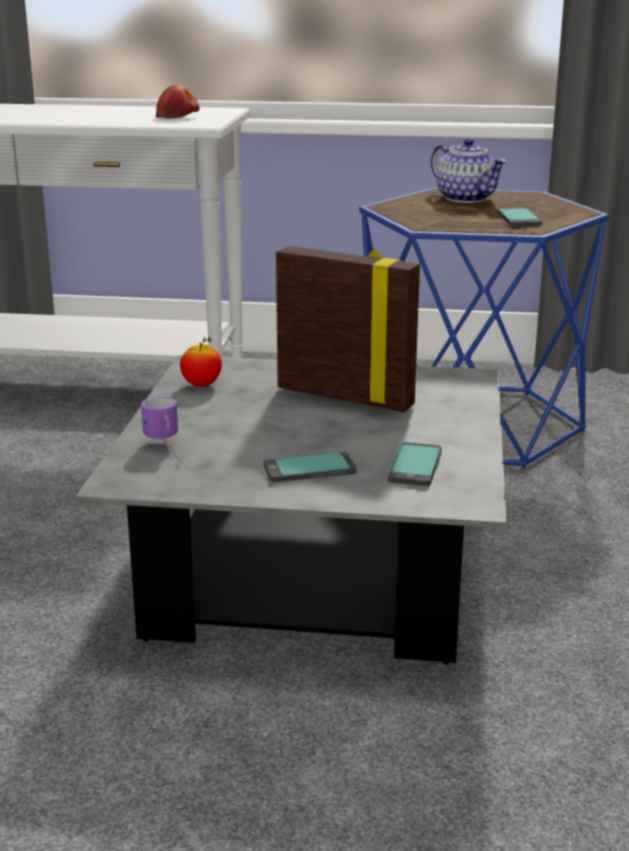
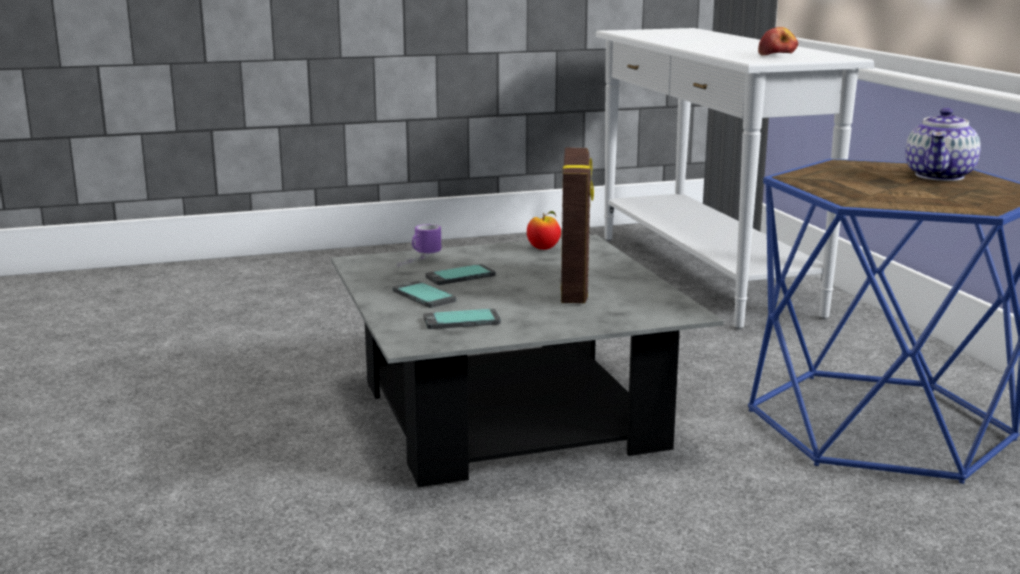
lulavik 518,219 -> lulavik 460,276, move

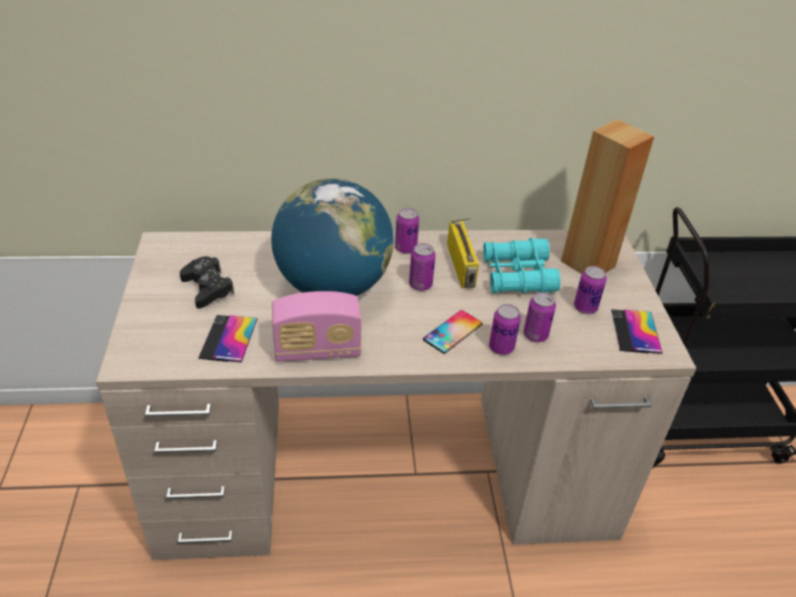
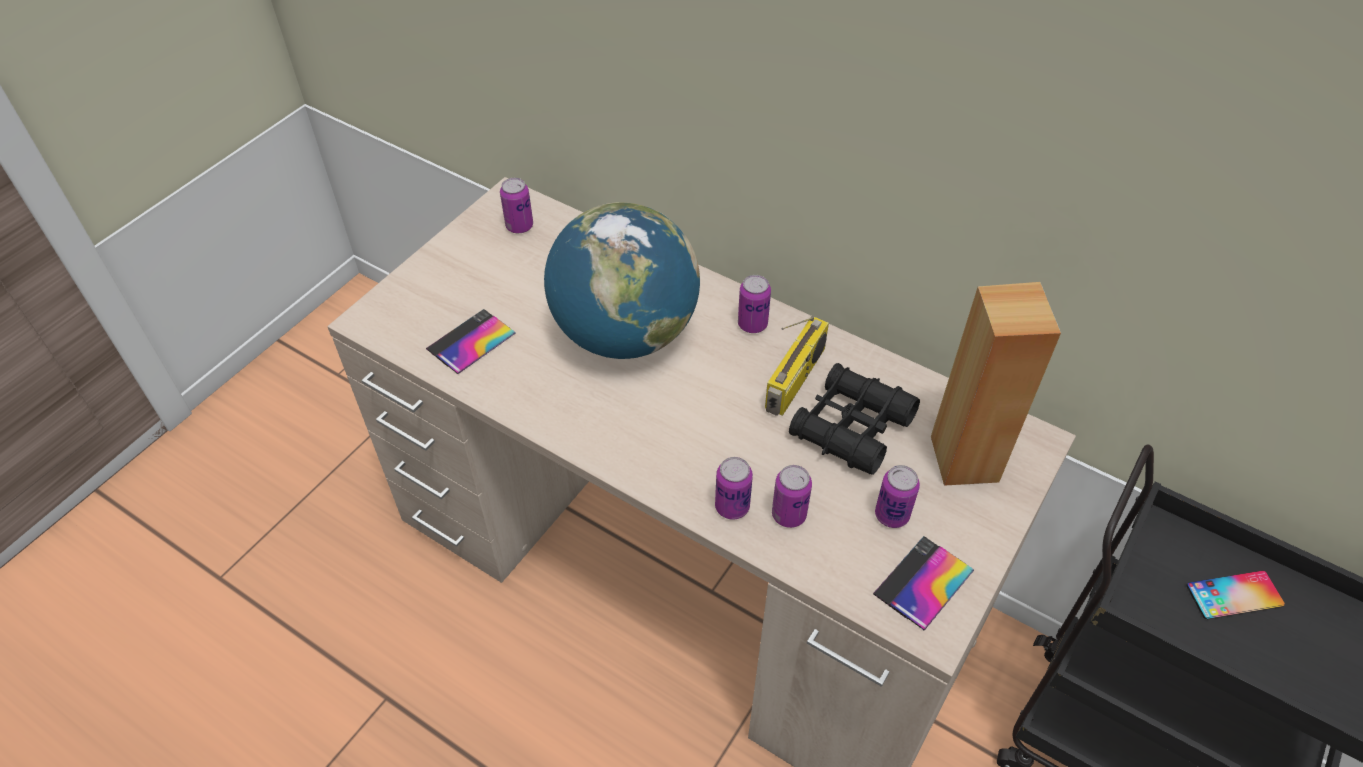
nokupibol 420,285 -> nokupibol 519,226, move
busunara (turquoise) 517,275 -> busunara (black) 851,427
lulavik 453,332 -> lulavik 1234,595, move
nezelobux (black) 207,288 -> none
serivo 317,350 -> none

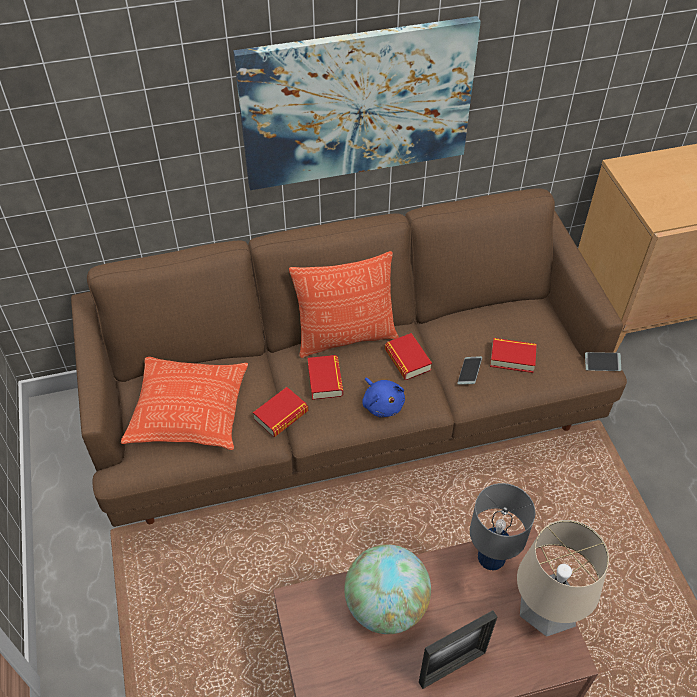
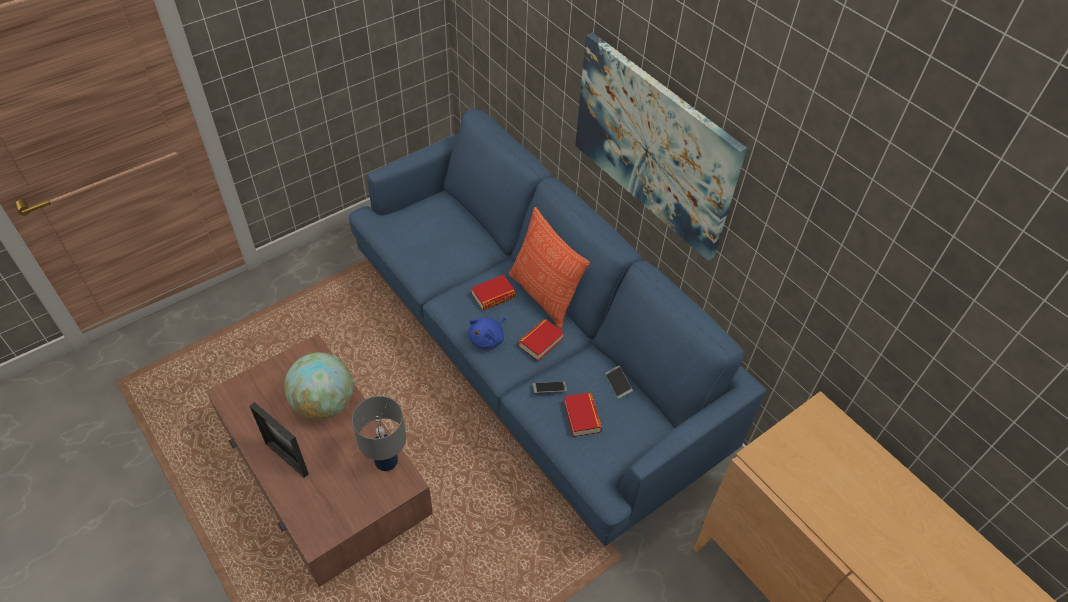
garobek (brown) 347,414 -> garobek (blue) 531,358
lulavik 602,364 -> lulavik 618,384, move
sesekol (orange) 190,413 -> none
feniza 281,415 -> none
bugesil 544,616 -> none

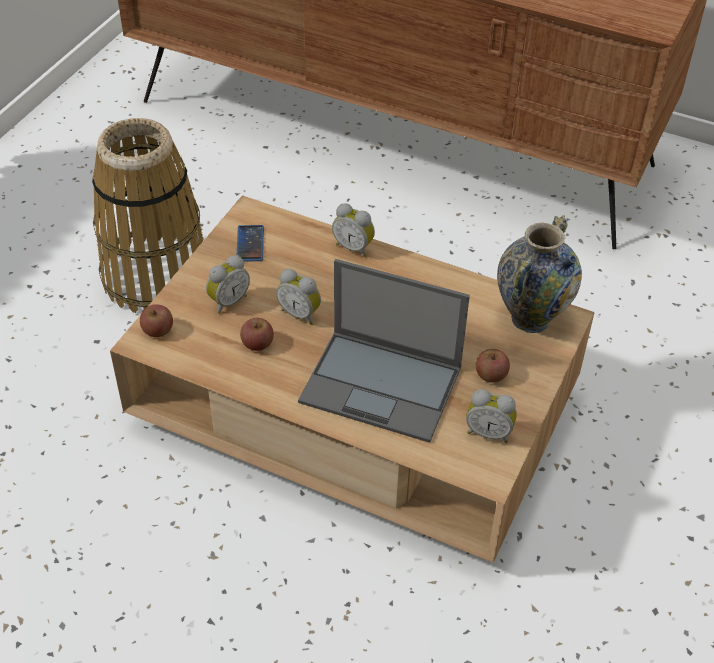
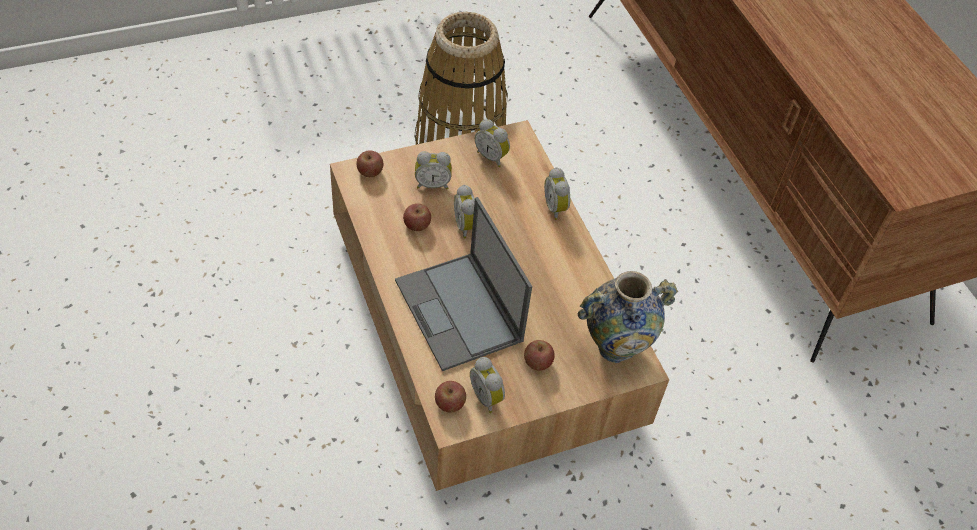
none -> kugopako 450,403
lulavik 250,244 -> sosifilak 492,156

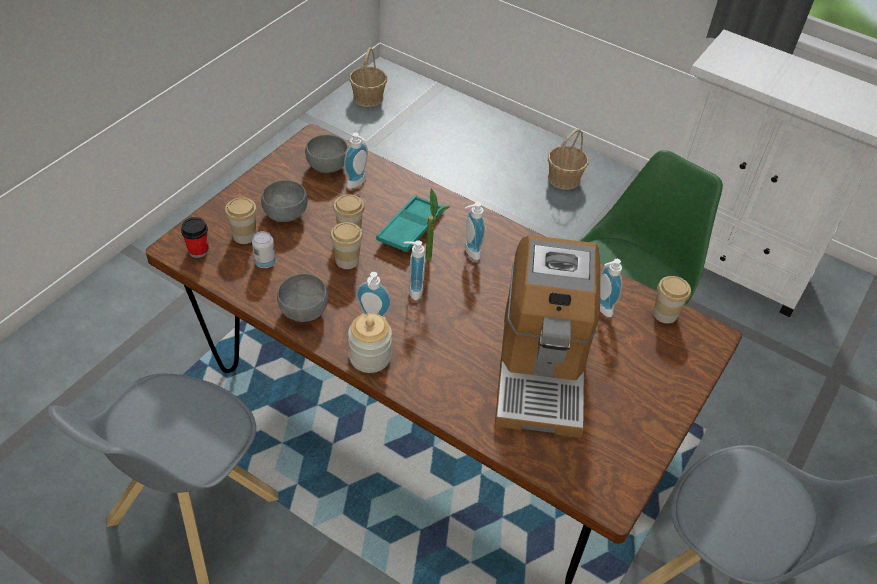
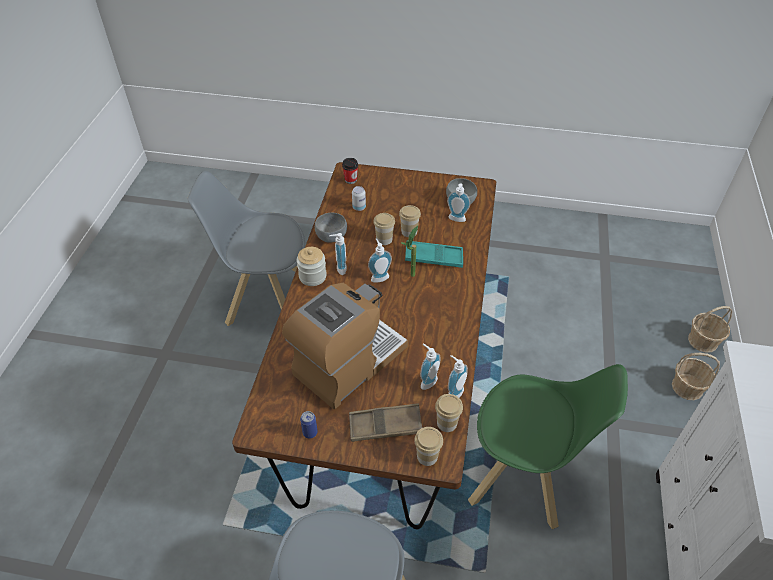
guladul 541,369 -> guladul 348,362, 150 degrees clockwise
none -> nokupibol 310,432
none -> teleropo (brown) 385,426
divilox 244,235 -> divilox 427,456, move
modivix 469,252 -> modivix 453,392, move
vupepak 368,97 -> vupepak 703,341, move
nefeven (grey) 285,214 -> none

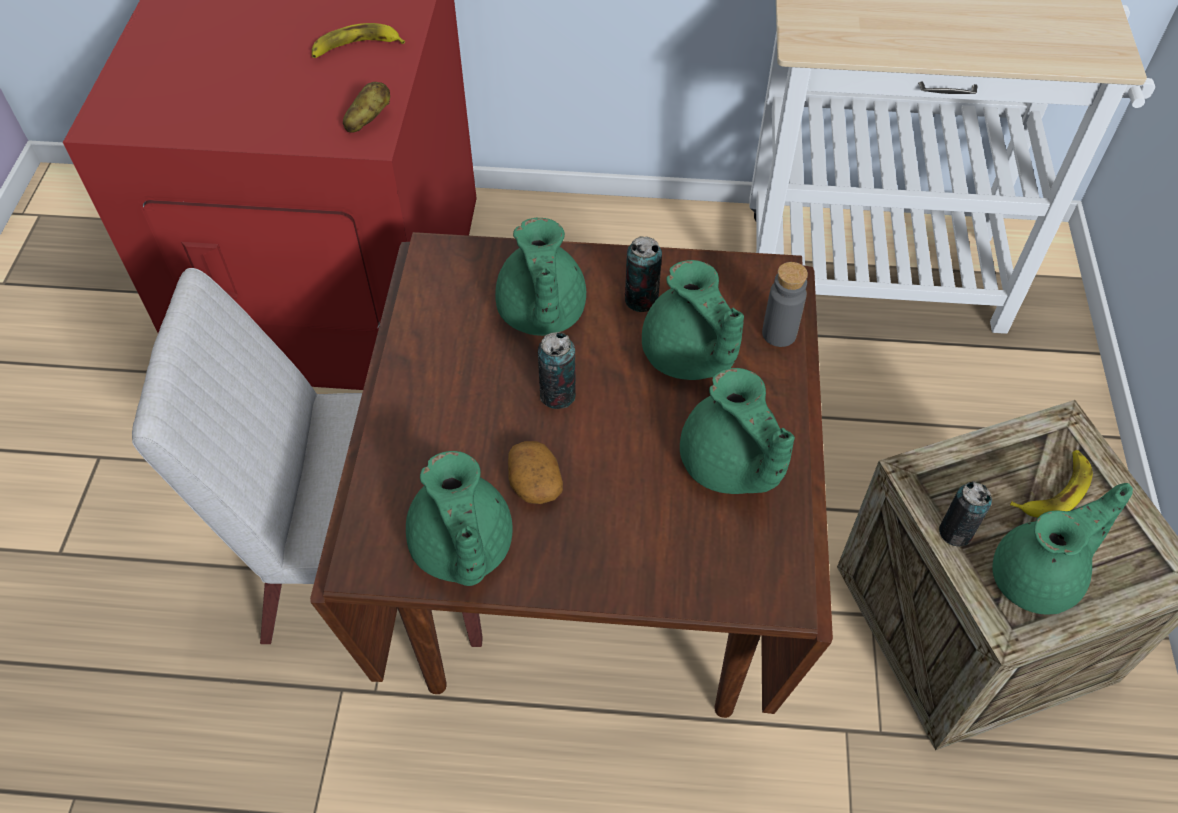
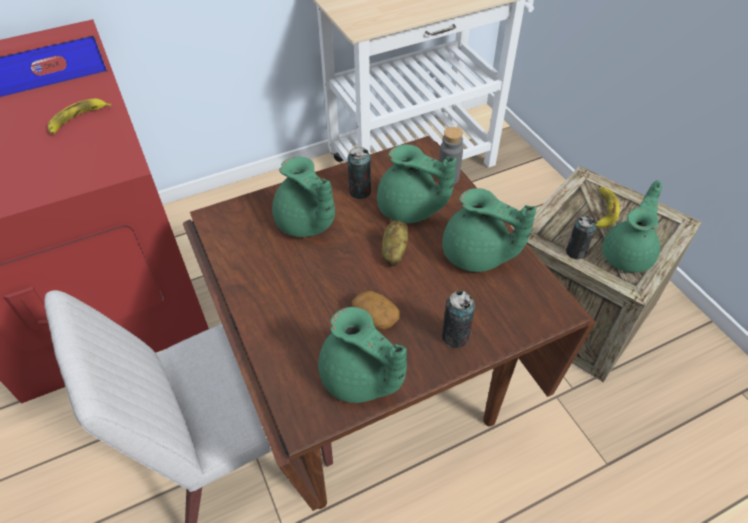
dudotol 368,120 -> dudotol 394,251, move
nokupibol 557,395 -> nokupibol 455,337, move

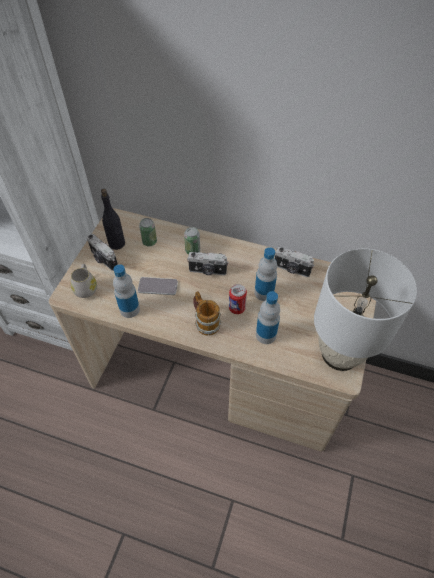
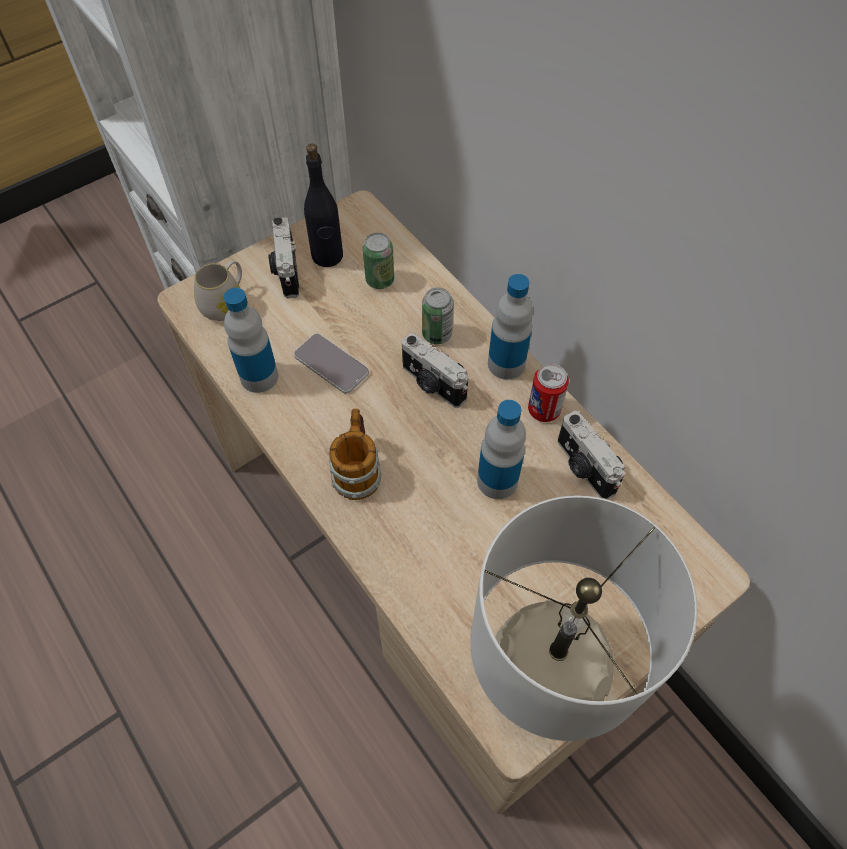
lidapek 266,335 -> lidapek 506,364, move
nokupibol 237,308 -> nokupibol 544,410, move

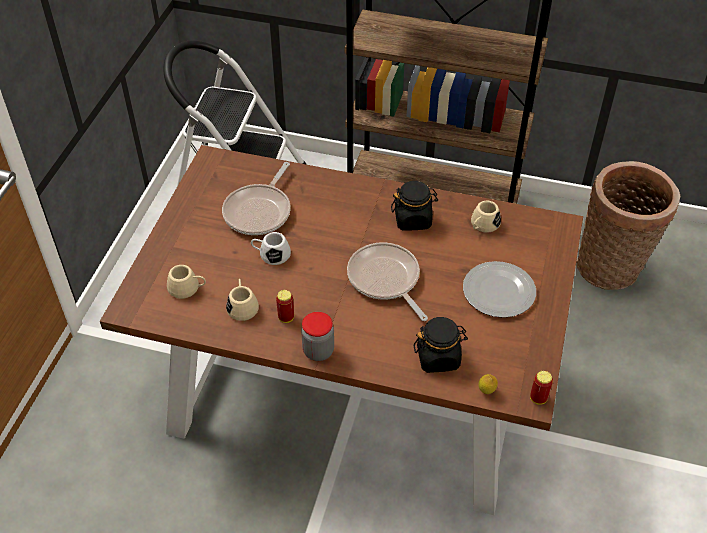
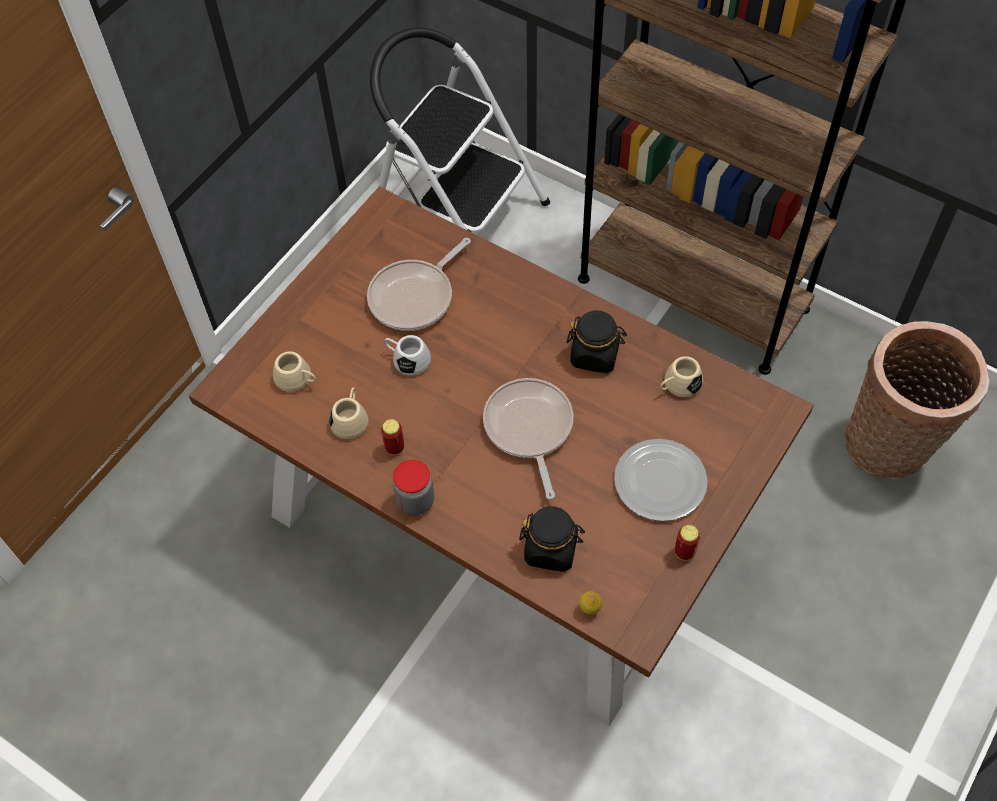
nokupibol 538,398 -> nokupibol 684,552, move

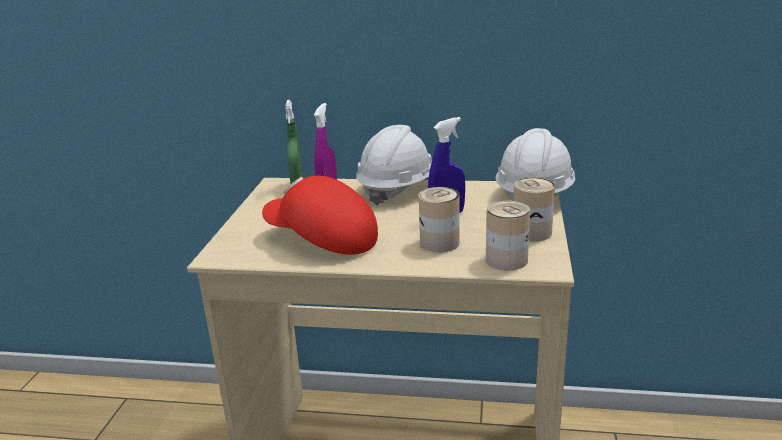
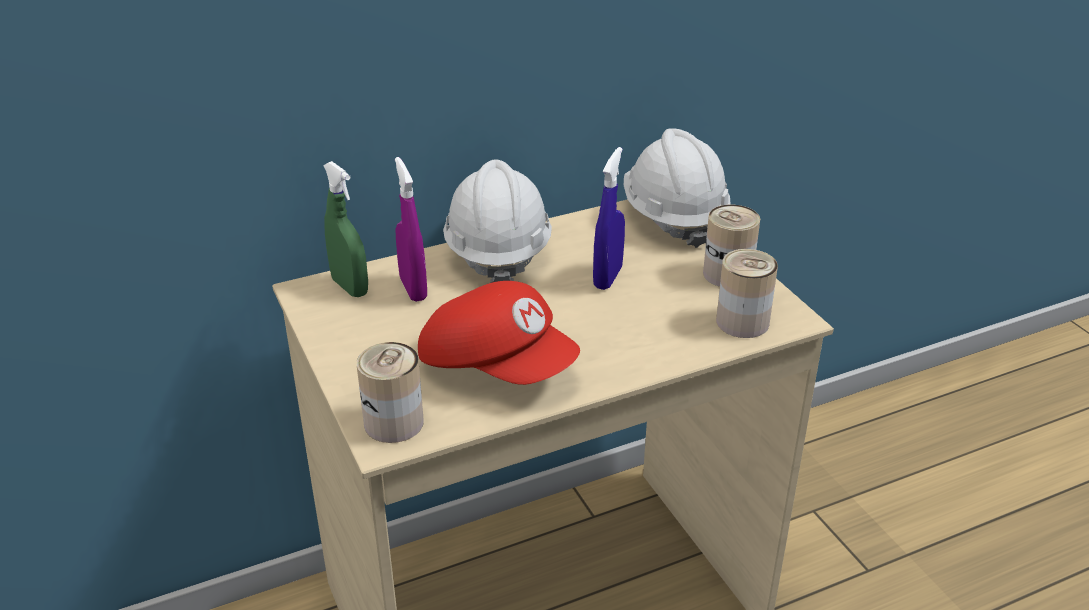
nokupibol 439,243 -> nokupibol 393,422, move
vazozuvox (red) 322,240 -> vazozuvox (red) 498,365, 135 degrees counterclockwise

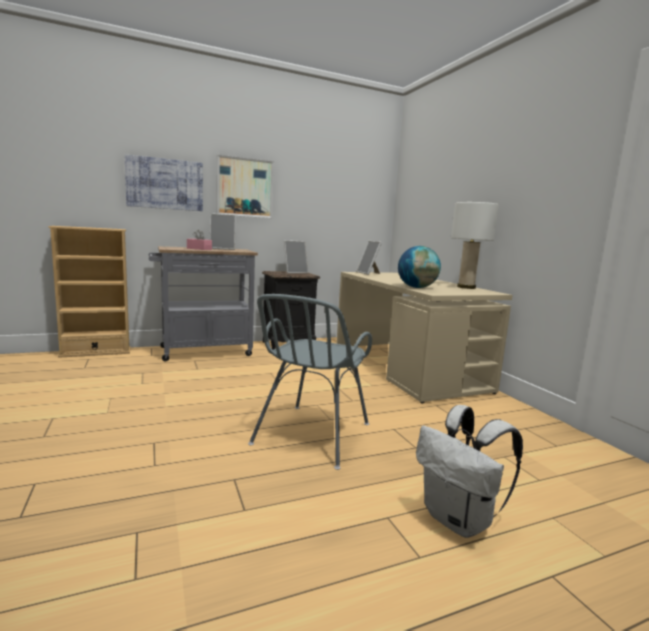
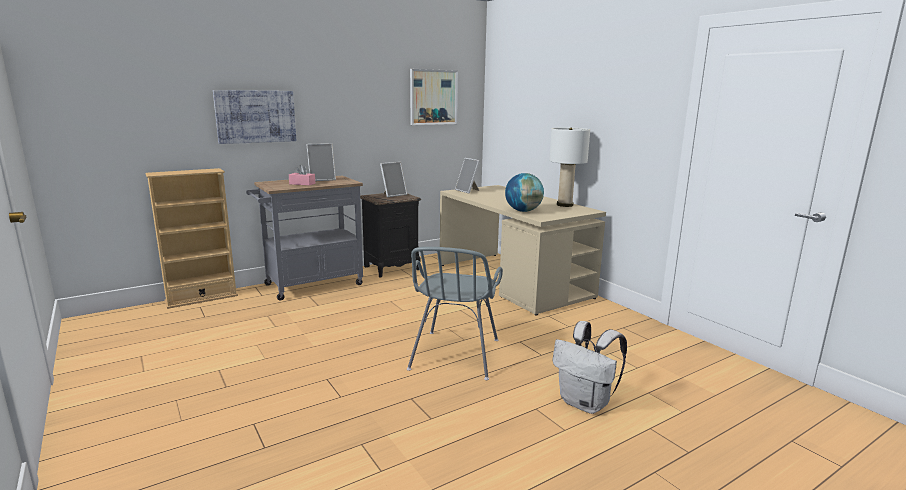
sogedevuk 245,187 -> sogedevuk 433,97, move

